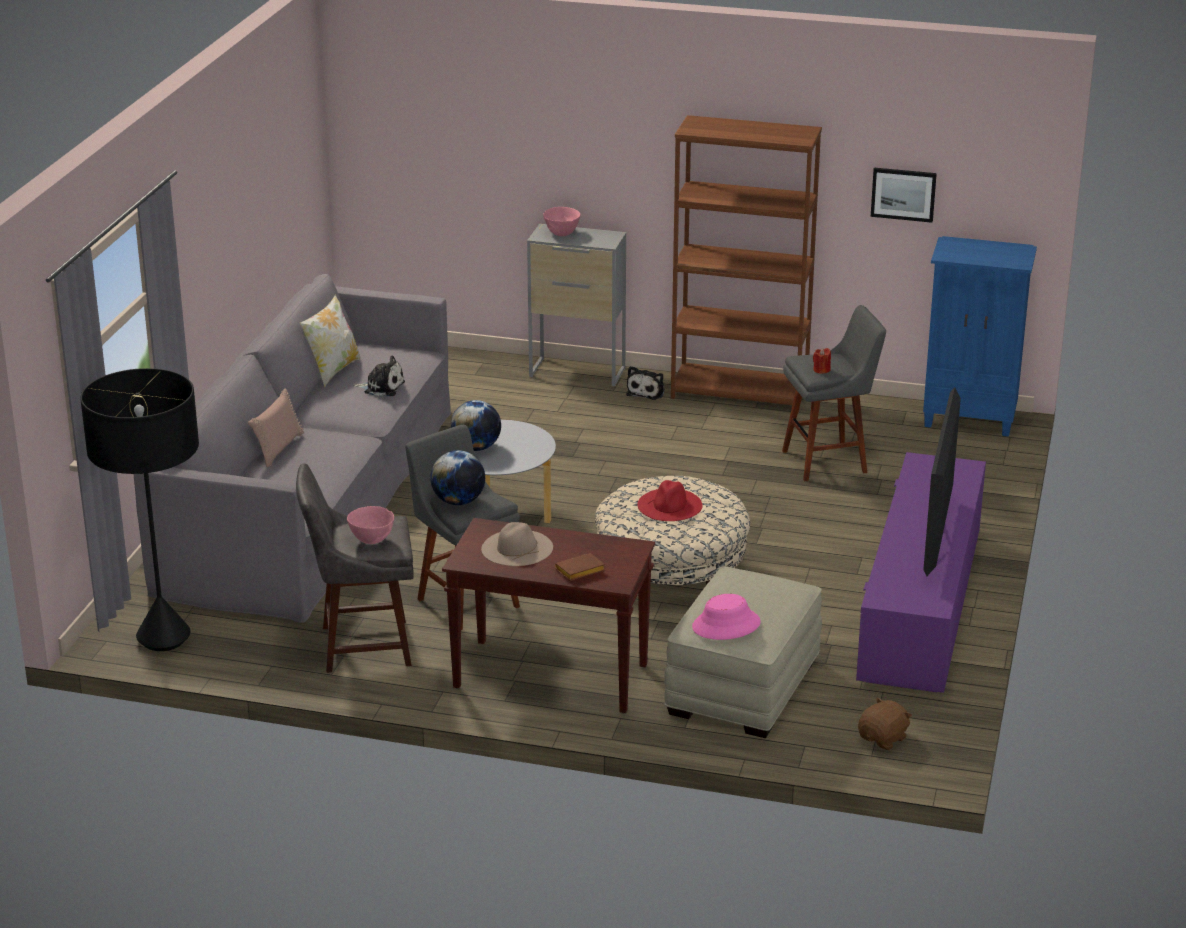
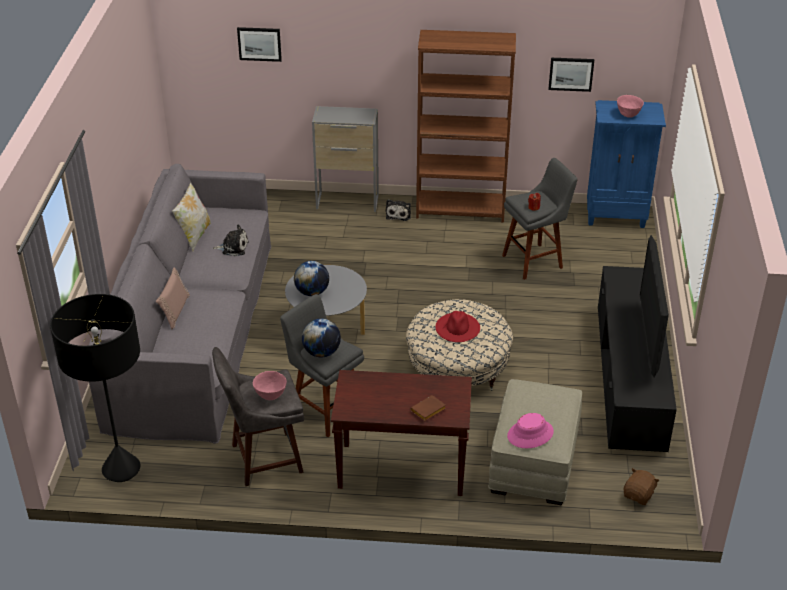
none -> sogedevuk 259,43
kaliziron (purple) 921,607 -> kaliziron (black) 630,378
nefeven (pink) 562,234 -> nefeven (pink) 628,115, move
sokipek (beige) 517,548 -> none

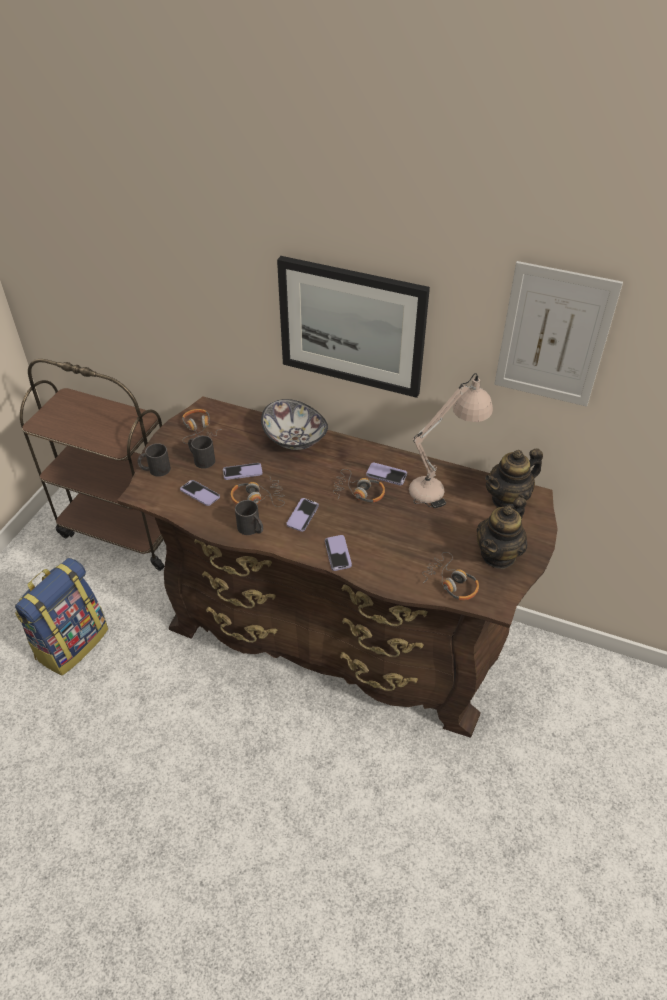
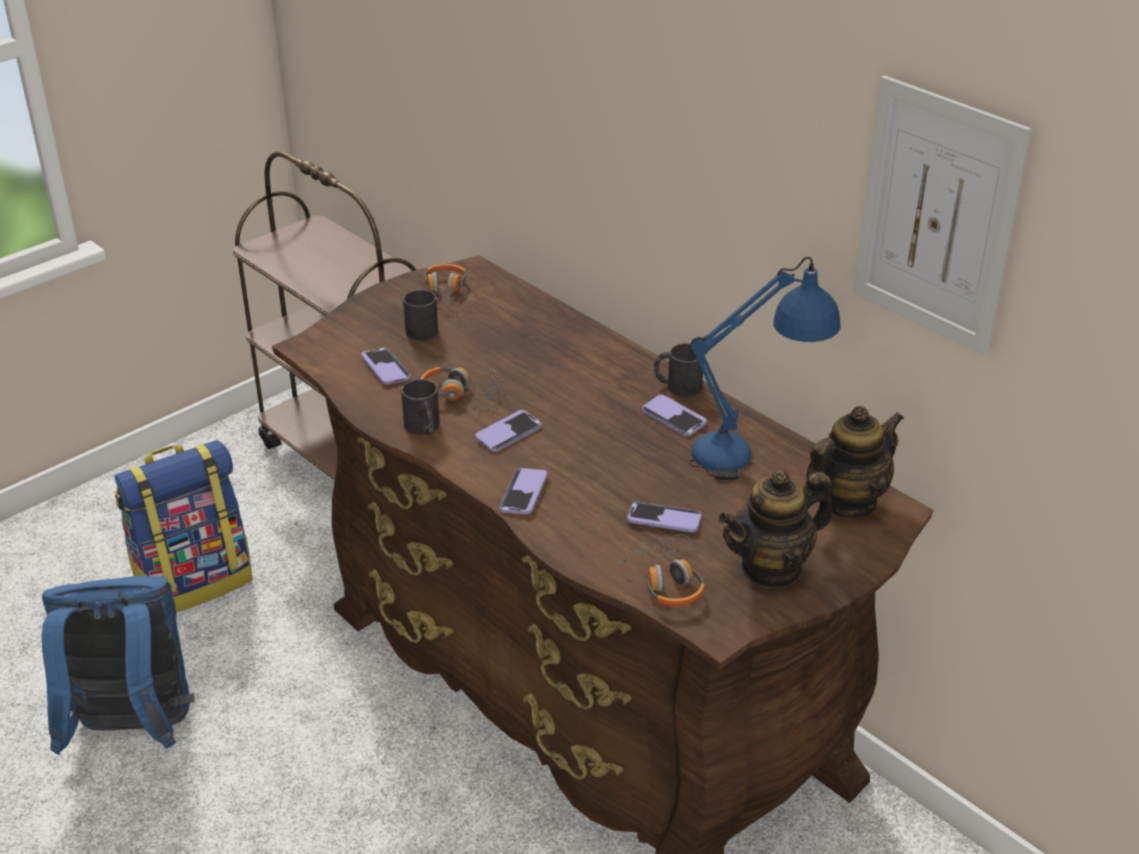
none -> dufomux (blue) 132,732
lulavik 242,472 -> lulavik 664,519, move
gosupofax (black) 155,470 -> gosupofax (black) 677,386, move
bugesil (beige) 443,484 -> bugesil (blue) 754,453
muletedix 508,499 -> muletedix 846,502, 150 degrees clockwise
nefeven 295,439 -> none
sogedevuk 352,326 -> none
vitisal 359,492 -> none

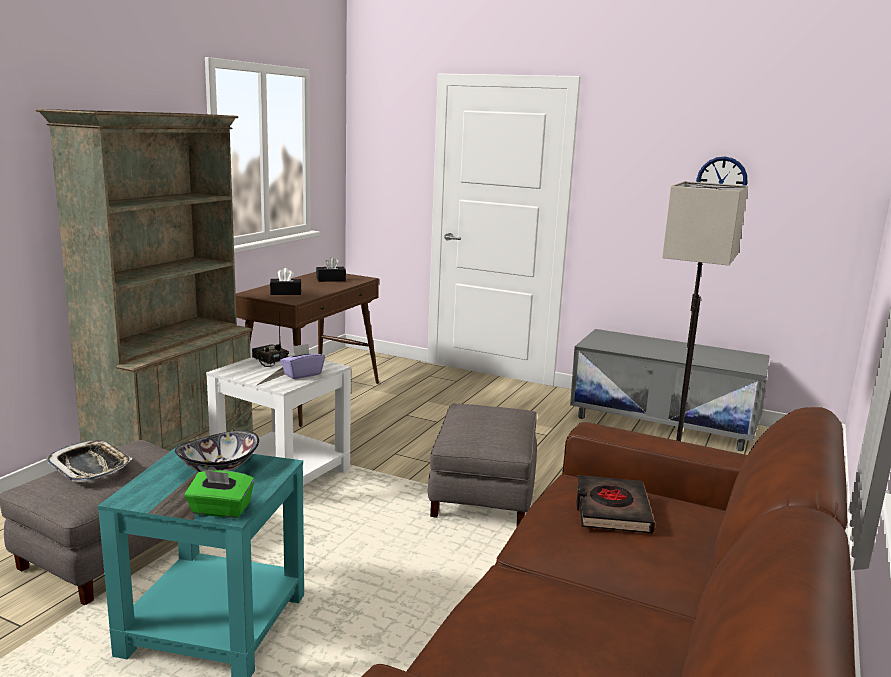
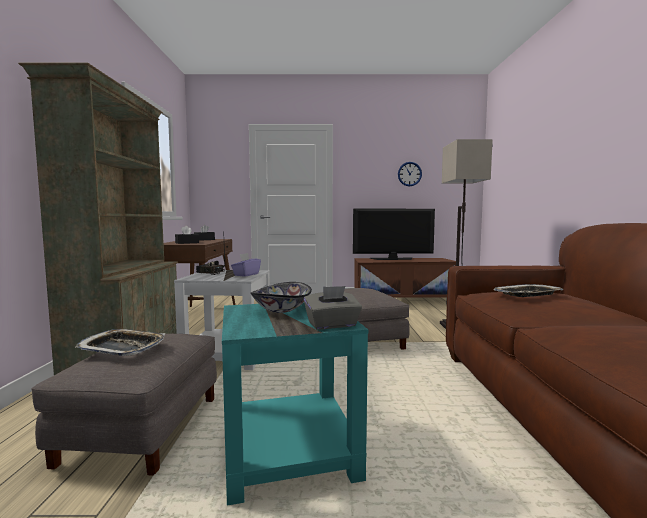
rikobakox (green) 220,510 -> rikobakox (grey) 332,325
none -> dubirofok 392,259
kaliziron (grey) 664,423 -> kaliziron (brown) 403,300
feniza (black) 611,510 -> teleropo 528,295

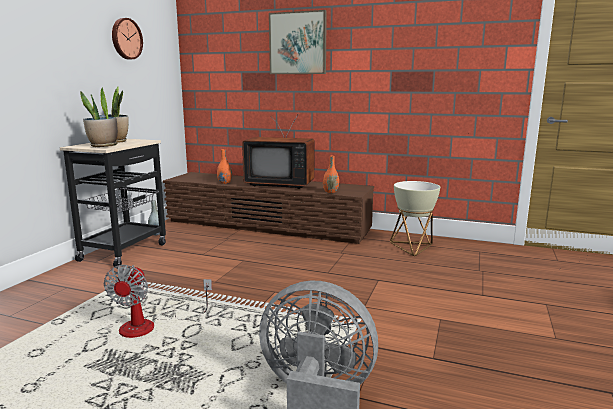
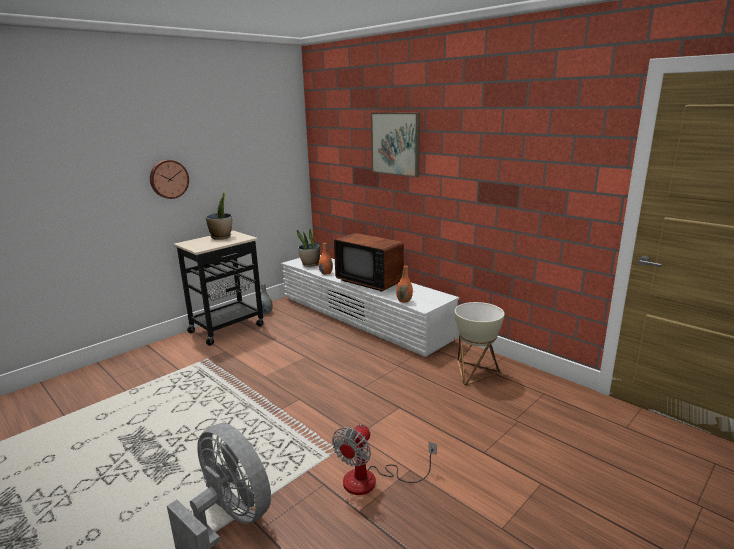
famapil 126,39 -> famapil 168,179, move
kaliziron (brown) 267,225 -> kaliziron (white) 362,317
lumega 103,146 -> lumega 310,264, move
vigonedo 150,326 -> vigonedo 372,480, move

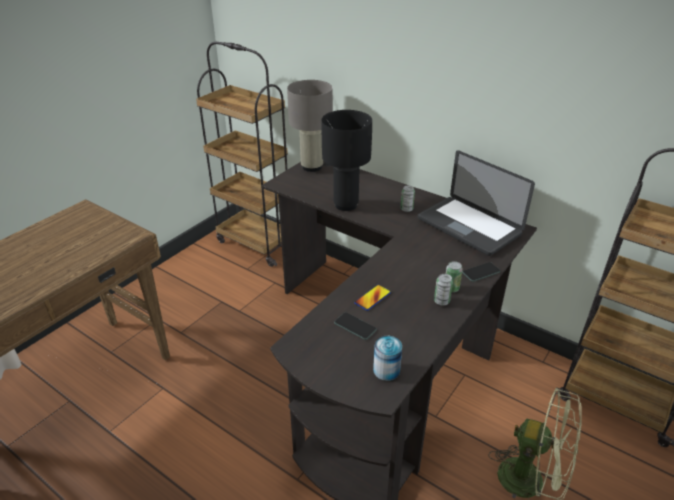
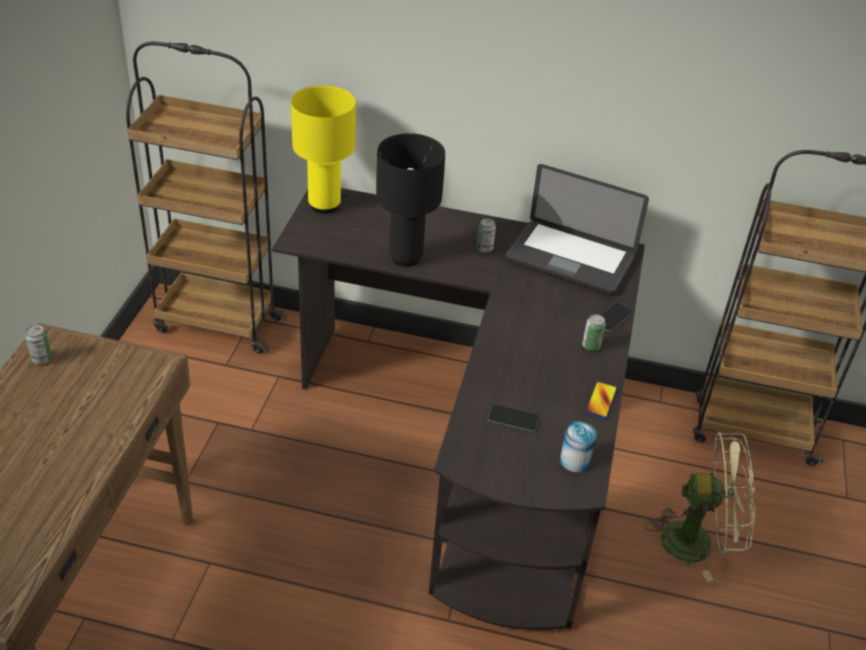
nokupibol 441,301 -> nokupibol 41,359, move
bugesil (grey) 312,166 -> bugesil (yellow) 324,204
lulavik 372,298 -> lulavik 601,400, move

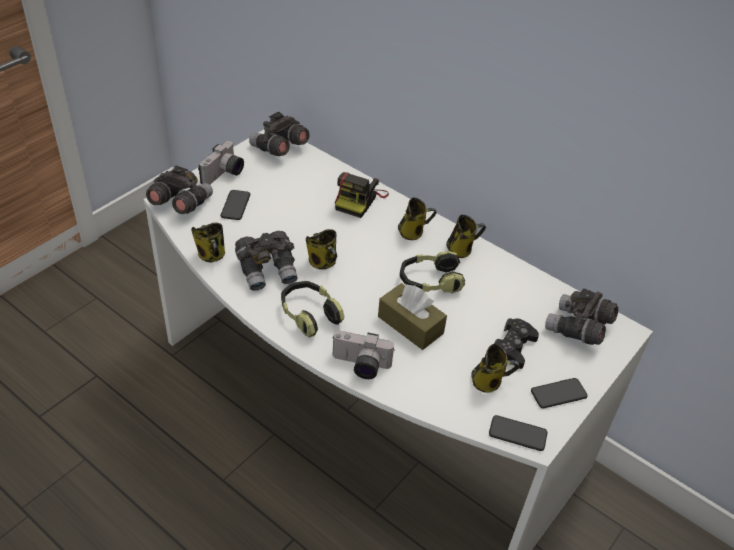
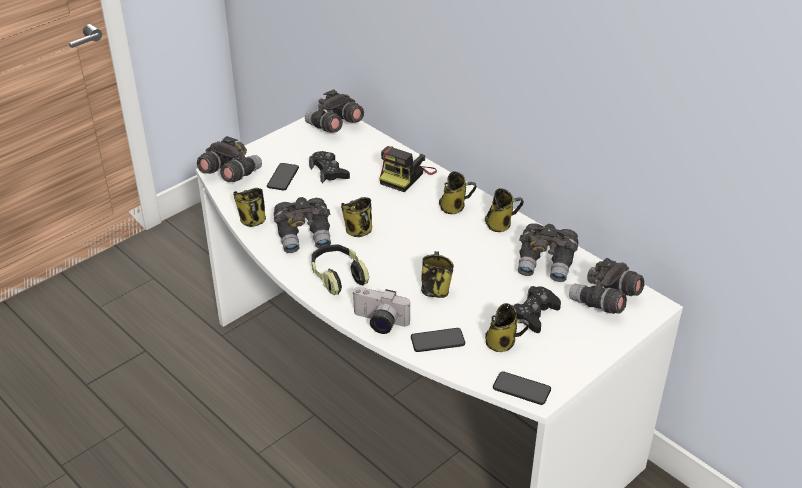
none -> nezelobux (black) 329,172
lulavik 558,394 -> lulavik 437,341, move
rikobakox (brown) 410,325 -> gosupofax 435,289
none -> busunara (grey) 546,264
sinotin 224,175 -> none
vitisal 430,281 -> none

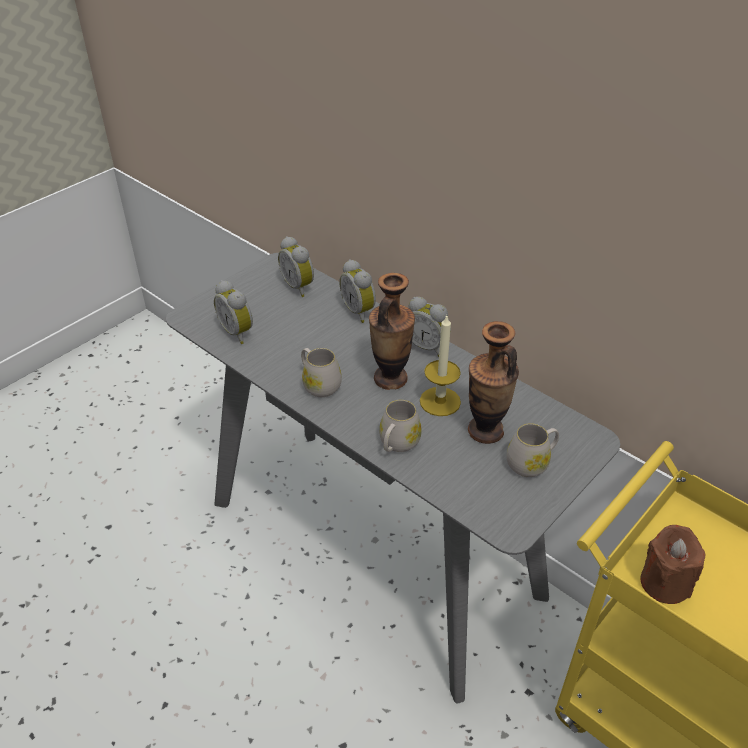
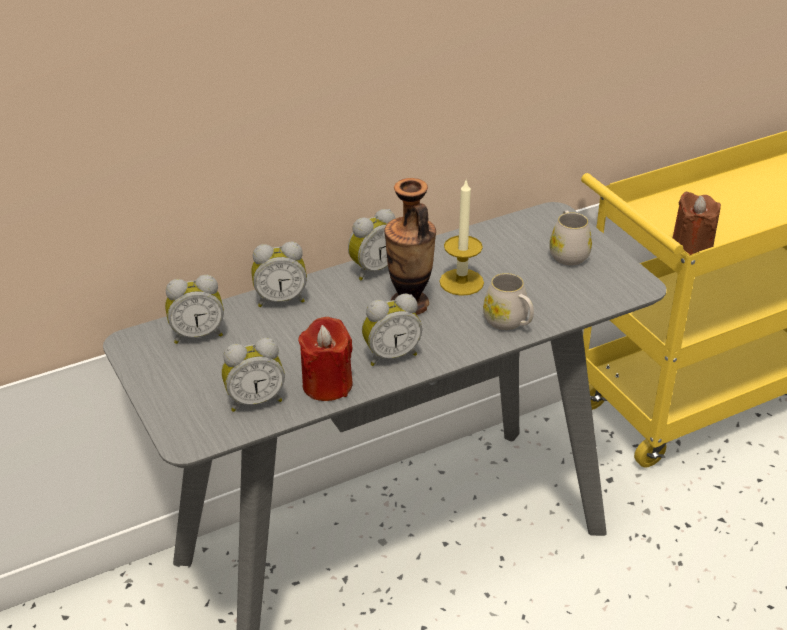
none -> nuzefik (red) 327,385
gosupofax (white) 319,384 -> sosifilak 390,355
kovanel 485,431 -> none

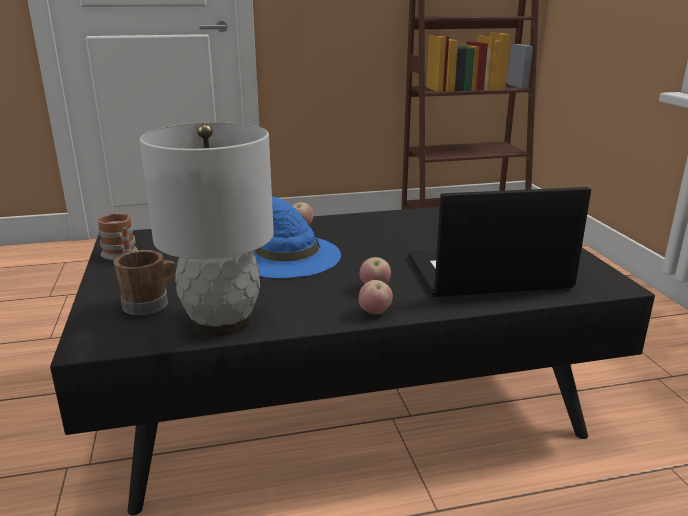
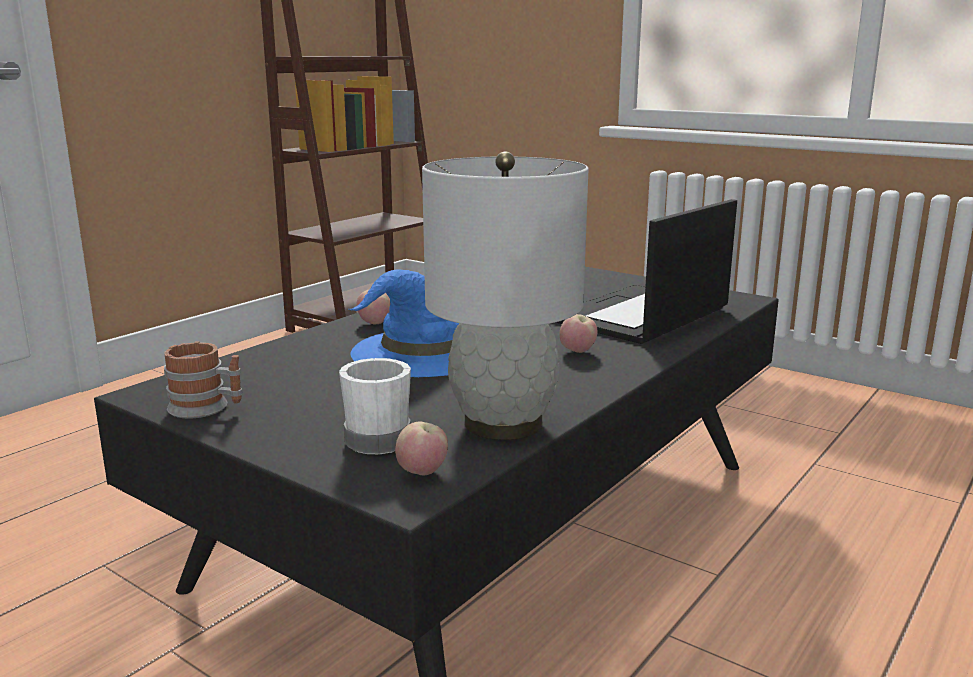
gosupofax (brown) 151,304 -> gosupofax (white) 381,437
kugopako 374,312 -> kugopako 422,473, move

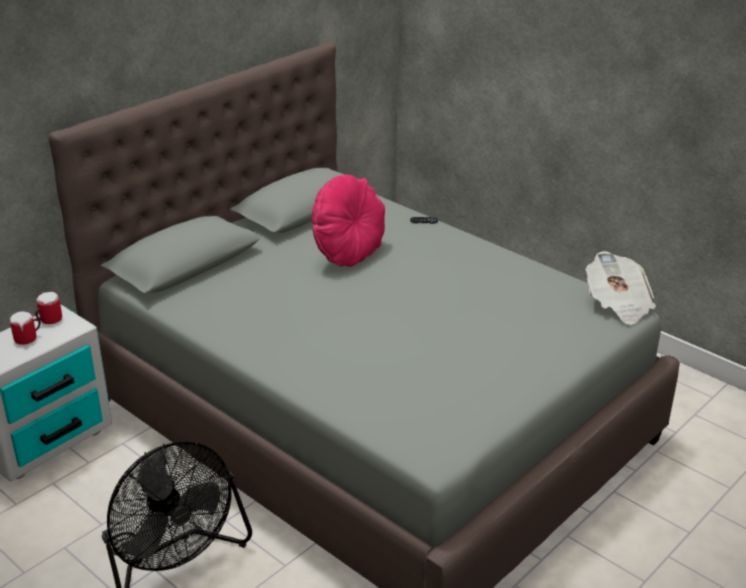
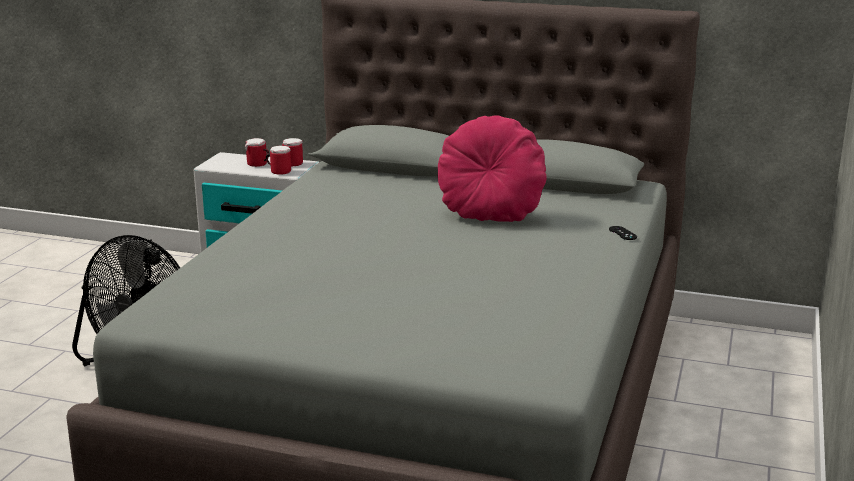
none -> gosupofax 278,171
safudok 618,304 -> none

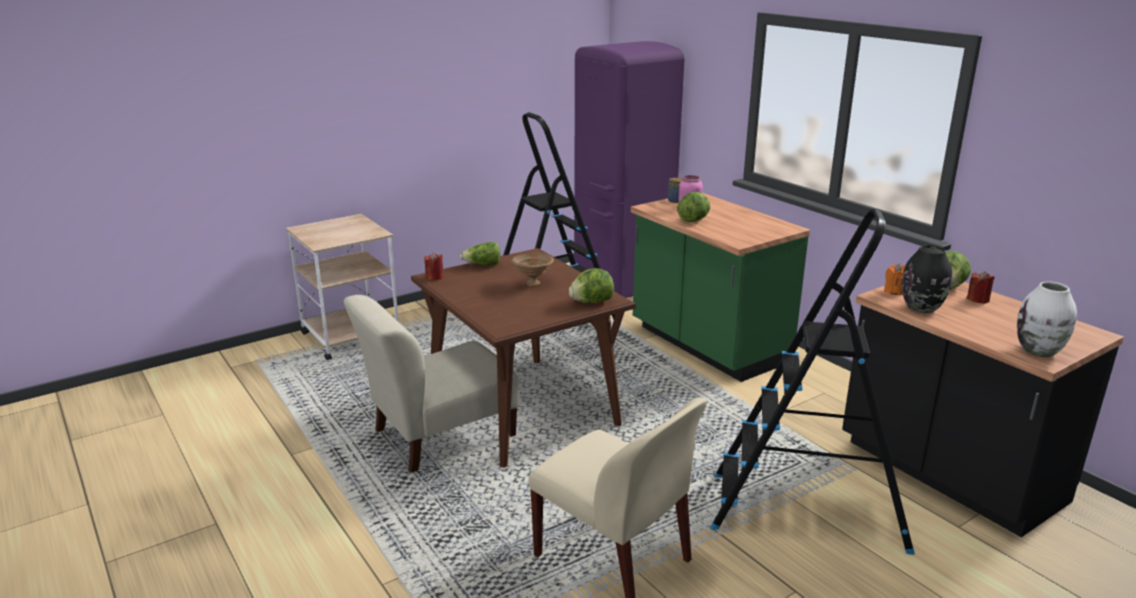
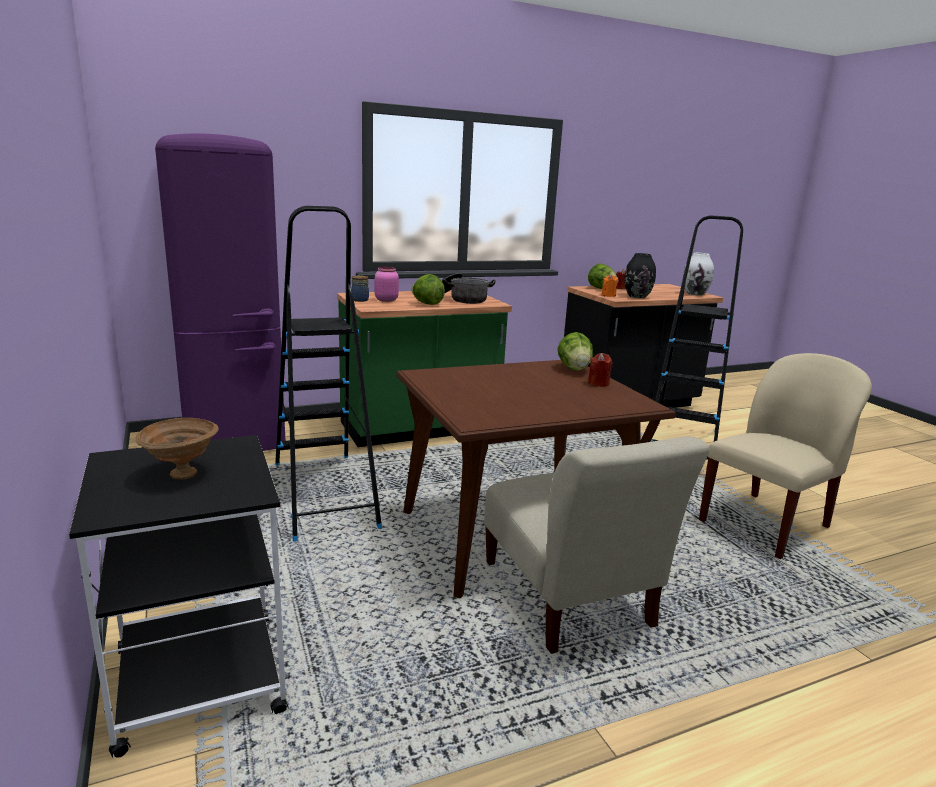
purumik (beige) 352,336 -> purumik (black) 199,676
nefeven (brown) 532,283 -> nefeven (brown) 182,475, move
none -> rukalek 461,299
nuzefik (red) 434,277 -> nuzefik (red) 598,383, move
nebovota 483,265 -> none

